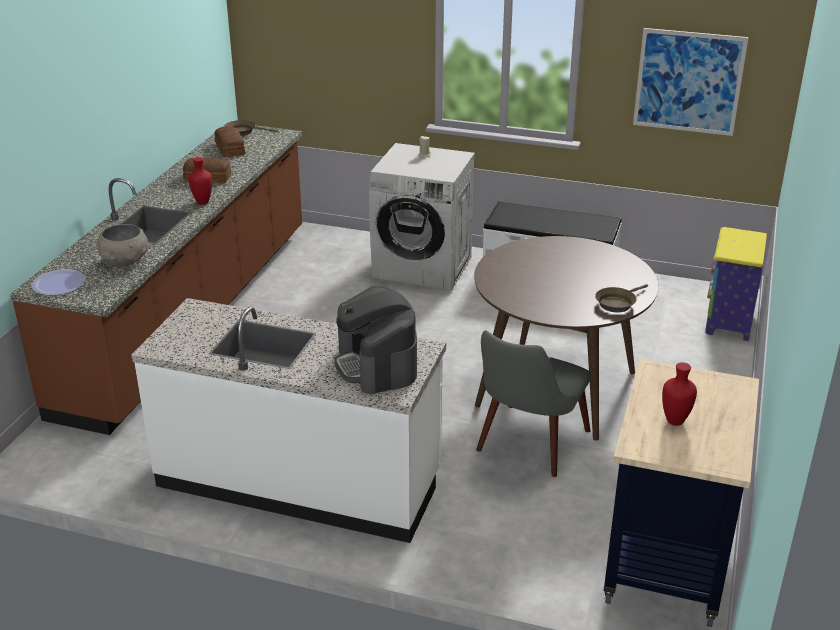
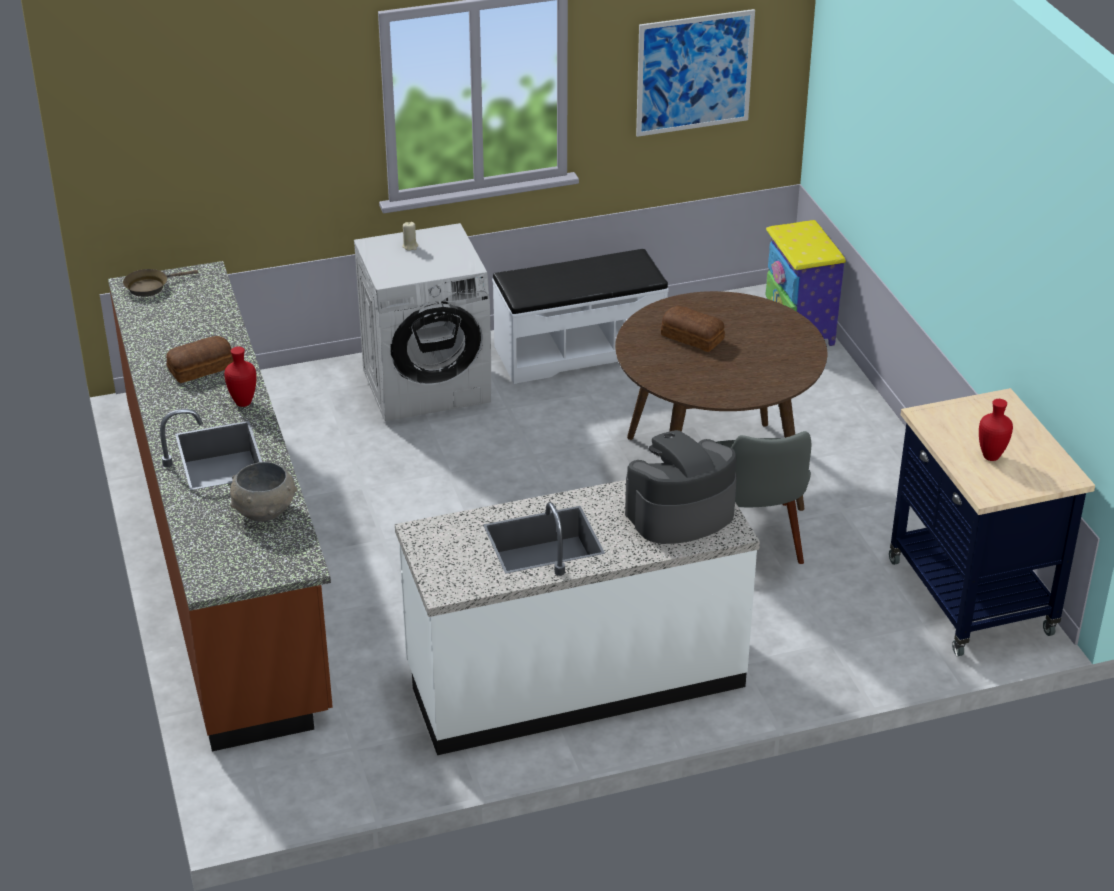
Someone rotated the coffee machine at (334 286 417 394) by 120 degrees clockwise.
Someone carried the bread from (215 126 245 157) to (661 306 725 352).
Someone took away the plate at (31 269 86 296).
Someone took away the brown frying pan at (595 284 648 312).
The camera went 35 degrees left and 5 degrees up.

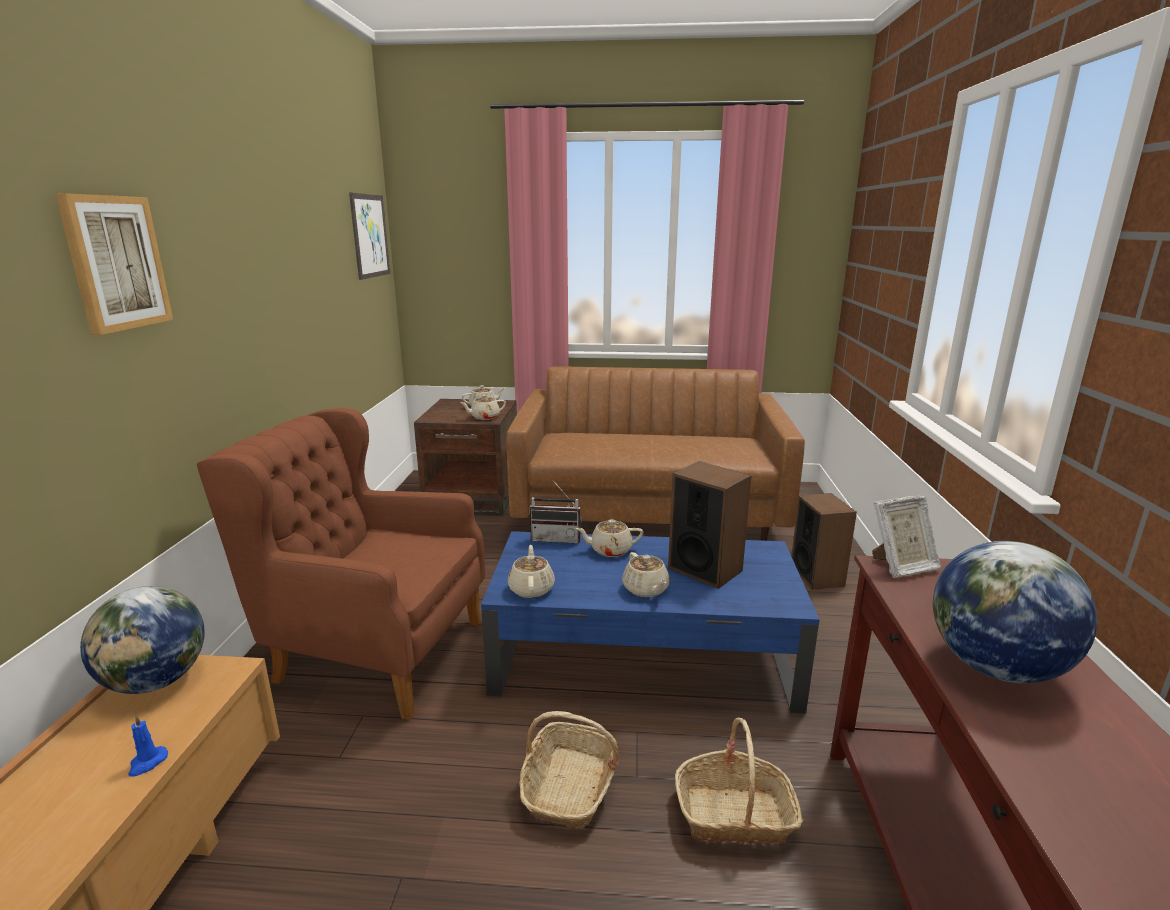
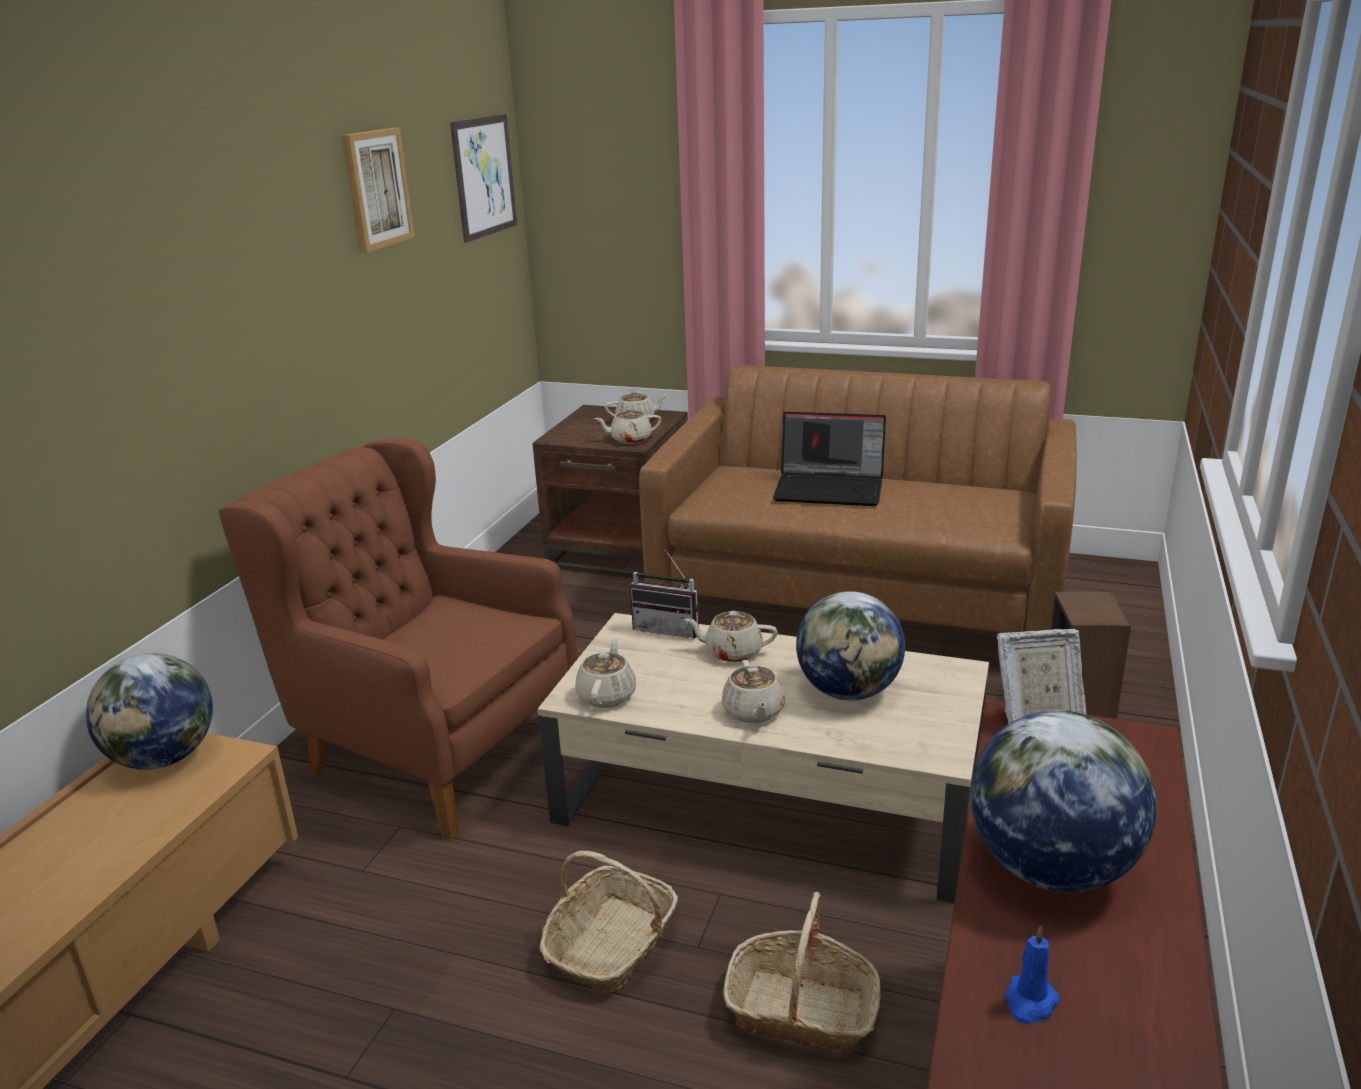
Someone carried the picture from (55 193 173 335) to (341 128 415 252).
Someone repainted the blue coffee table at (481 531 820 714), which became the beige coffee table at (538 613 989 903).
Someone put down the laptop at (773 412 886 506).
Someone swapped the speaker at (668 461 752 589) for the globe at (796 591 905 701).
Someone carried the blue candle from (128 714 168 777) to (1004 926 1060 1024).
The camera went 15 degrees right and 5 degrees up.

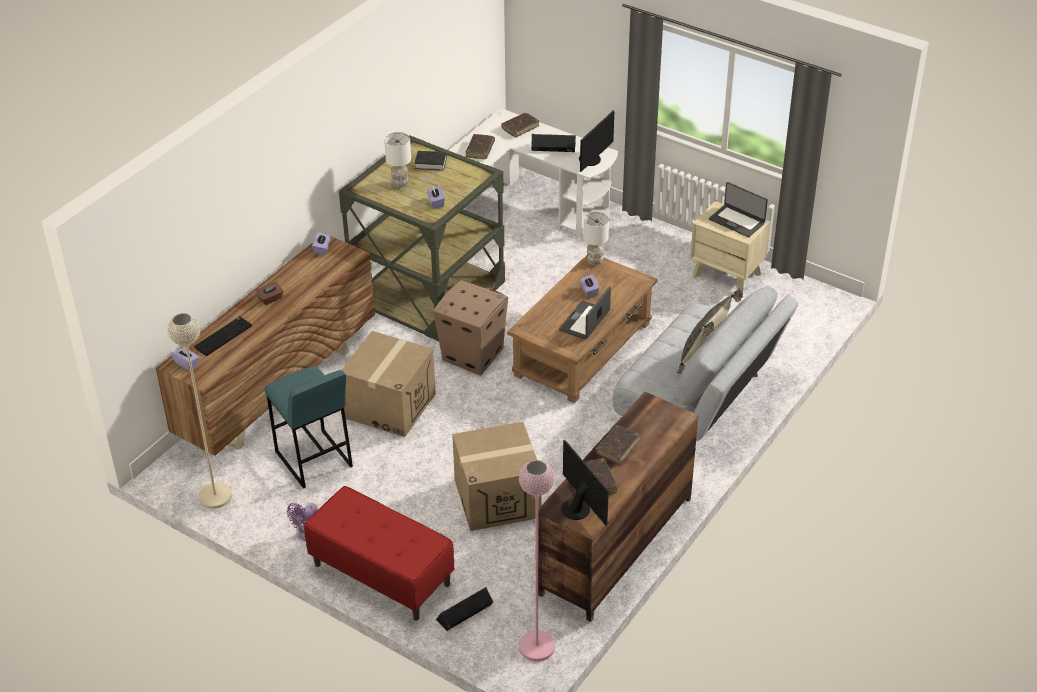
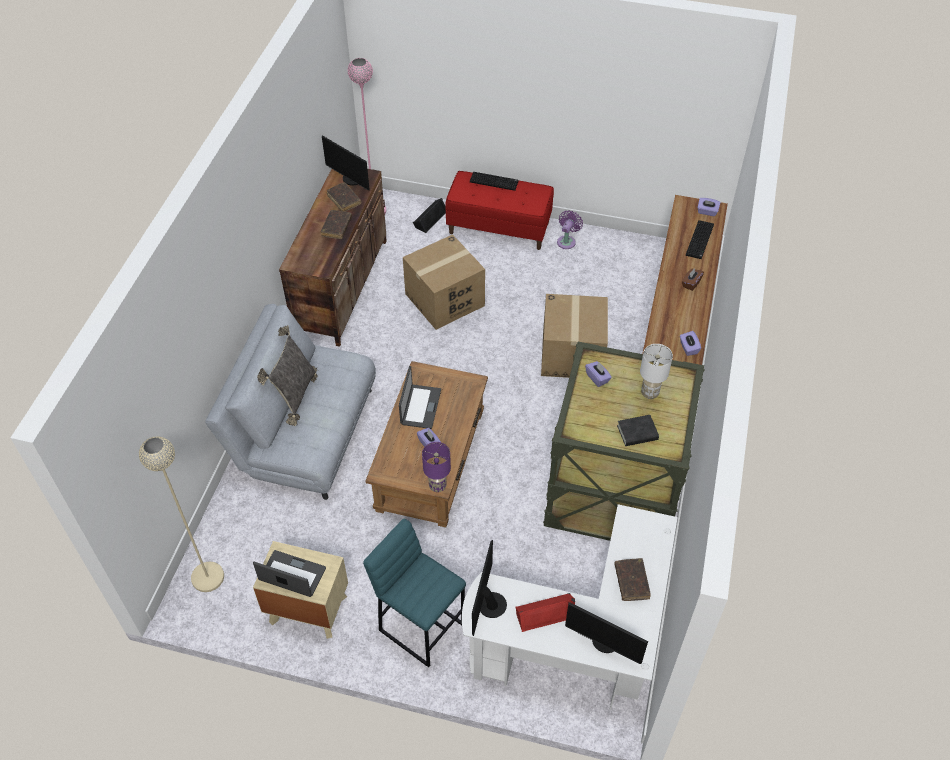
Someone carried the beige floor lamp from (167 313 232 509) to (139 437 224 592).
Someone carried the turquoise stool from (264 366 353 489) to (363 518 466 667).
Someone repainted the white table lamp at (583 212 609 265), which became the purple table lamp at (422 442 451 492).
Someone put down the keyboard at (470 172 519 191).
Someone repainted the black speaker at (531 134 576 152), which became the red speaker at (515 593 575 632).
Someone swapped the brown book at (501 113 539 138) for the monitor at (565 602 648 664).
Someone took away the cardboard box at (433 280 508 376).
The camera went 160 degrees right and 10 degrees up.

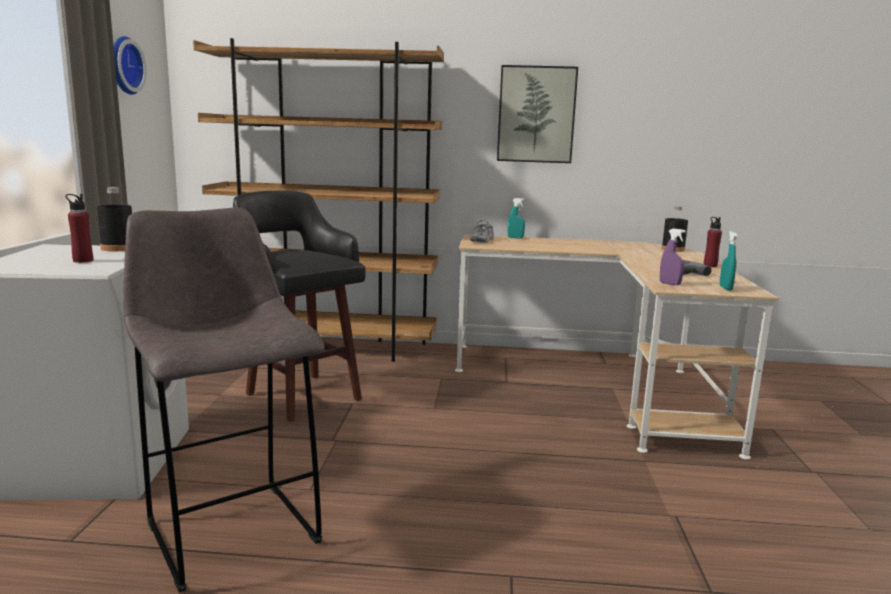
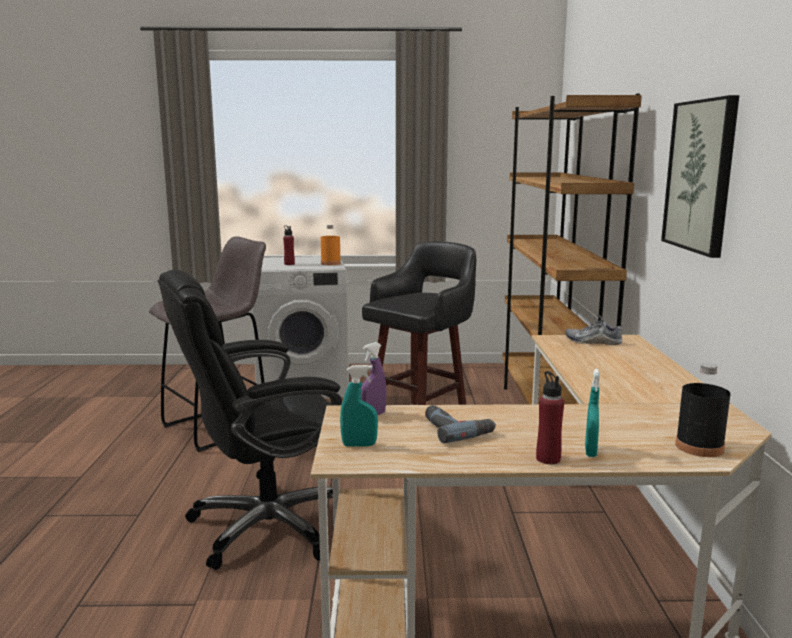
Someone put down the black office chair at (157 270 342 570).
Someone repainted the black bottle at (97 187 132 252), which became the orange bottle at (321 225 341 265).
Someone carried the turquoise spray bottle from (507 198 525 238) to (585 369 600 457).
Someone took away the wall clock at (113 36 147 95).
The camera went 85 degrees right and 0 degrees up.

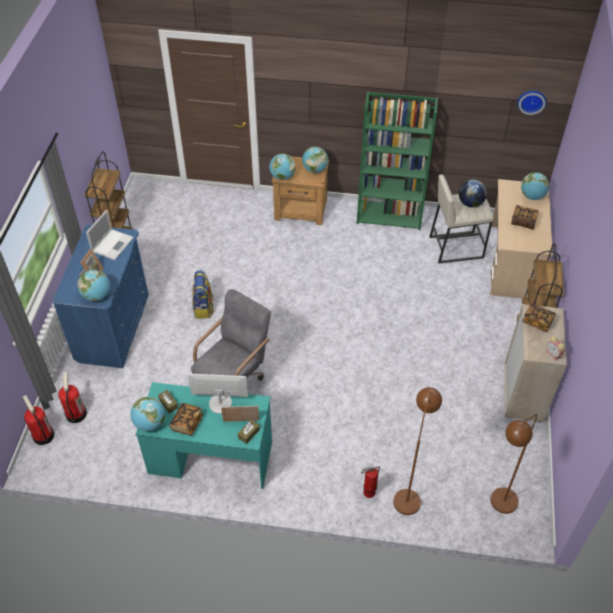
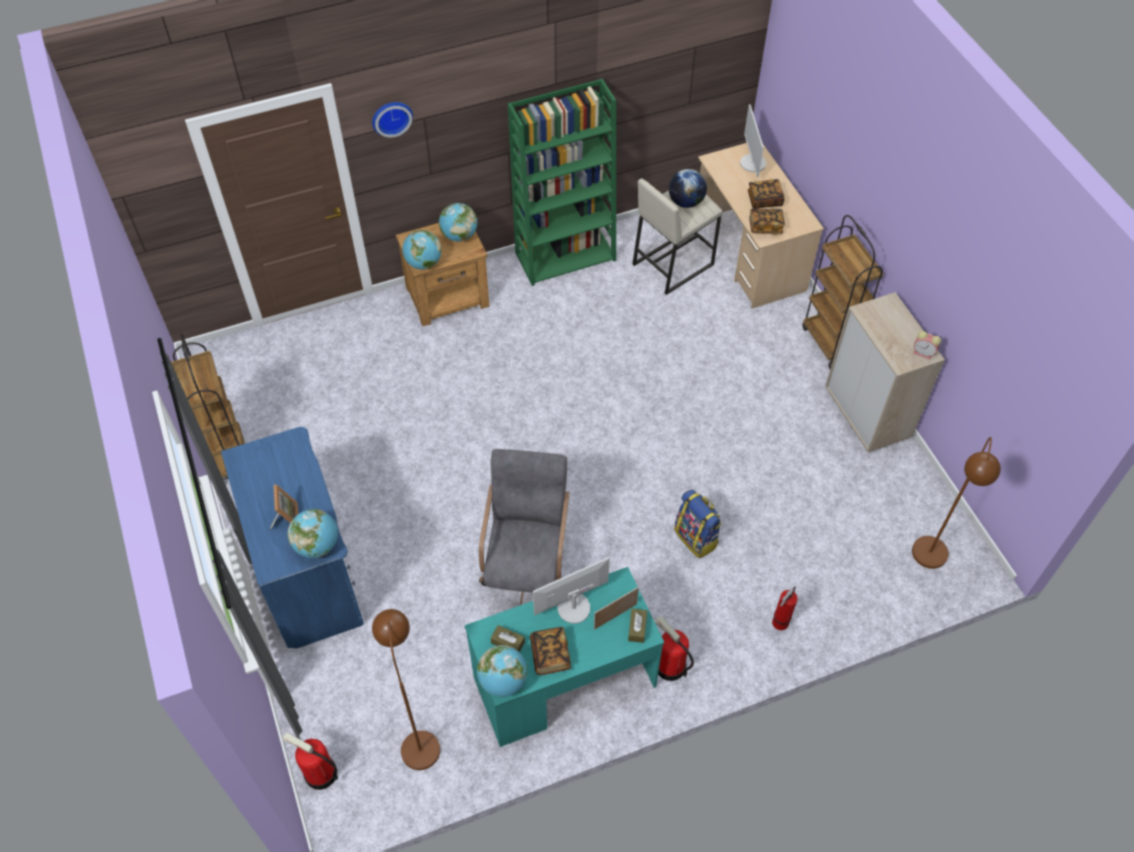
Someone carried the wall clock from (517 91 547 115) to (372 102 413 137).
Someone carried the brown floor lamp from (393 387 442 515) to (372 609 440 770).
Someone carried the fire extinguisher from (59 372 87 423) to (654 616 694 681).
Someone carried the backpack from (192 270 214 319) to (674 489 722 559).
Someone swapped the globe at (521 172 549 200) for the monitor at (740 104 766 177).
Someone carried the book from (522 303 556 332) to (749 209 785 235).
Someone took away the laptop at (86 210 134 260).
The camera went 30 degrees left and 5 degrees up.

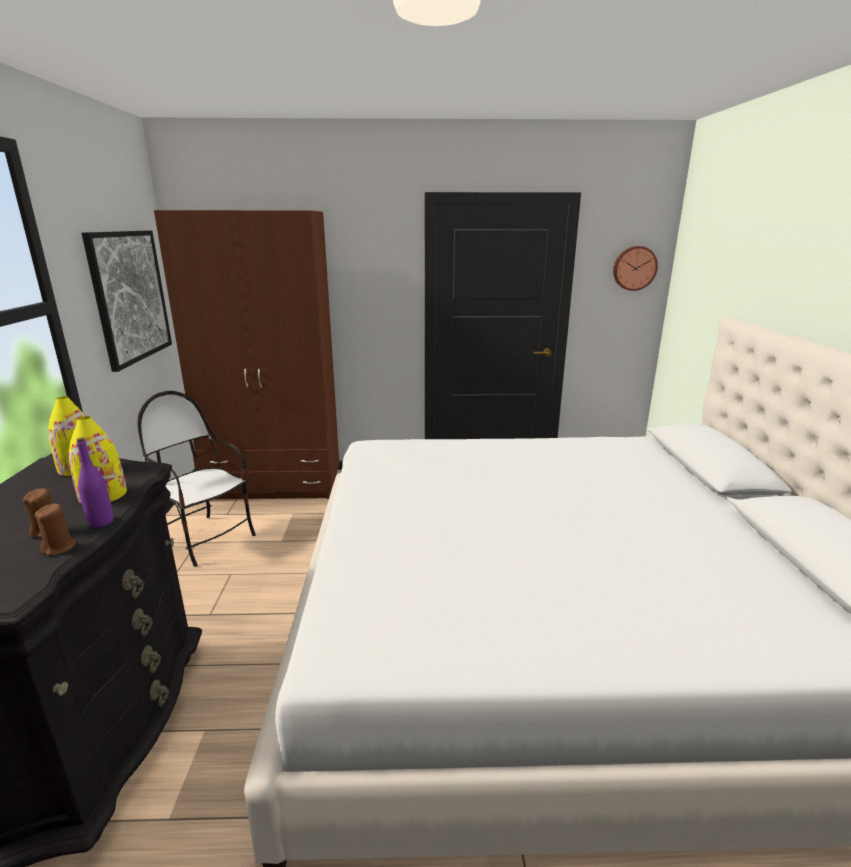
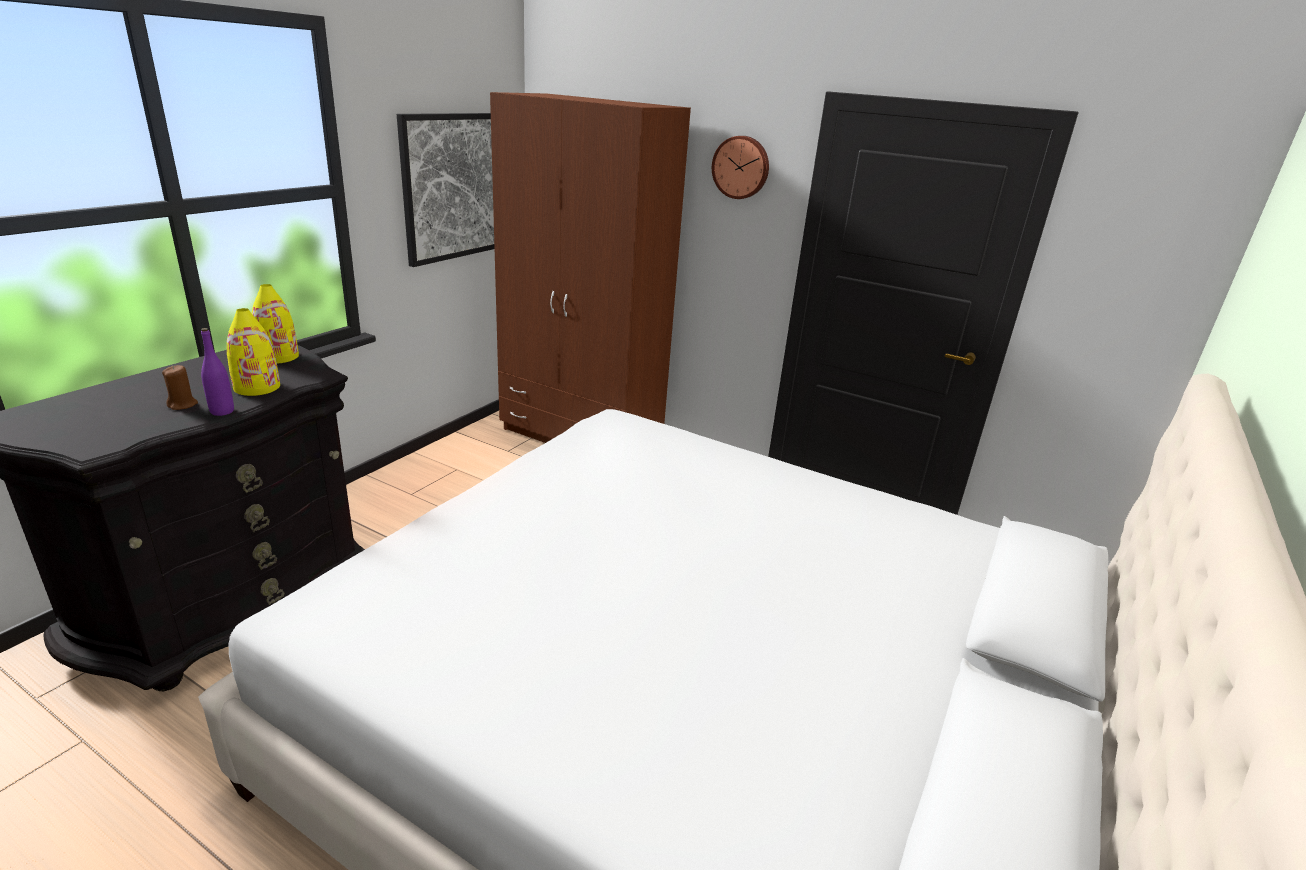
Someone carried the wall clock from (613 246 658 291) to (712 136 769 199).
Someone took away the brown candle at (34 504 77 556).
Someone took away the chair at (137 391 256 567).
The camera went 30 degrees right and 5 degrees up.

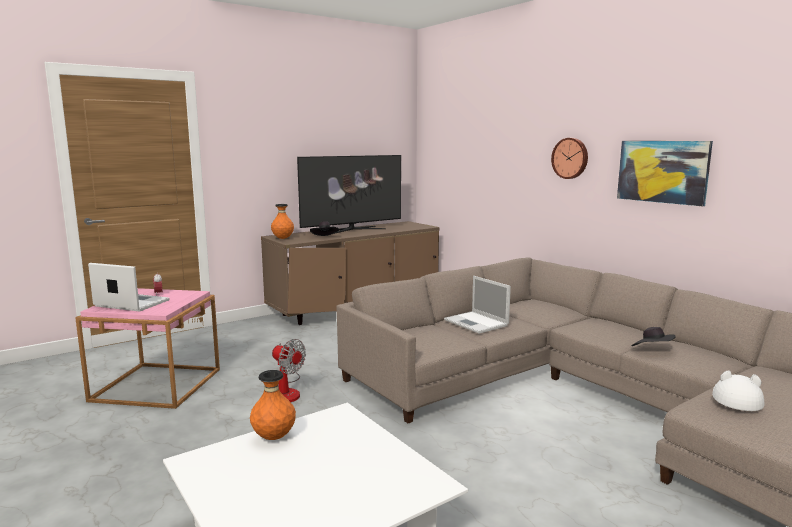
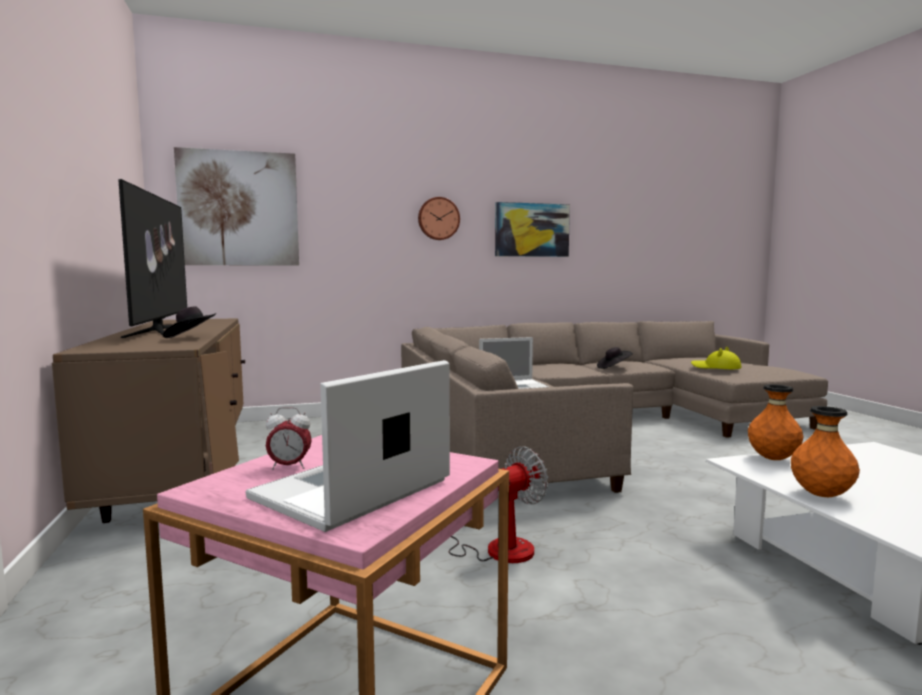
Someone put up the picture at (174 147 299 266).
Someone repainted the white hat at (712 370 765 411), which became the yellow hat at (691 347 742 369).
Someone carried the orange vase from (271 204 294 239) to (748 384 803 460).
The camera went 70 degrees left and 5 degrees down.

